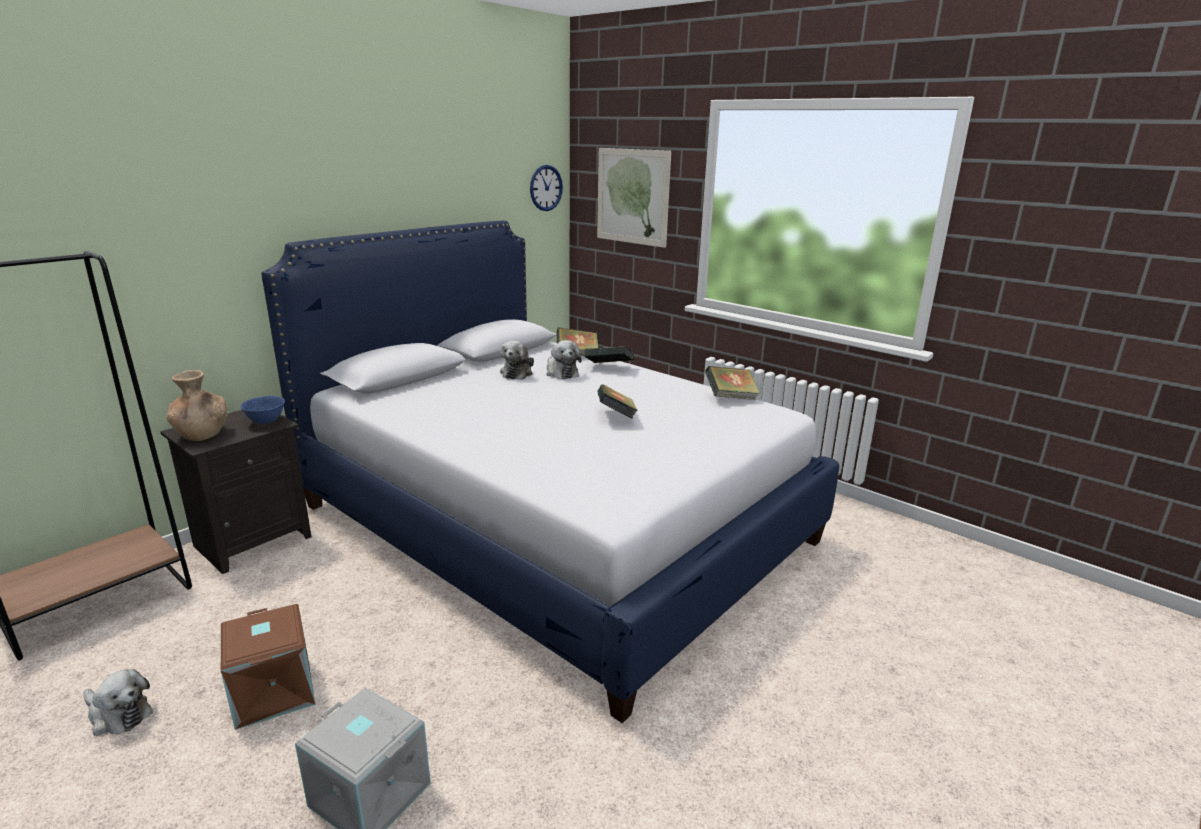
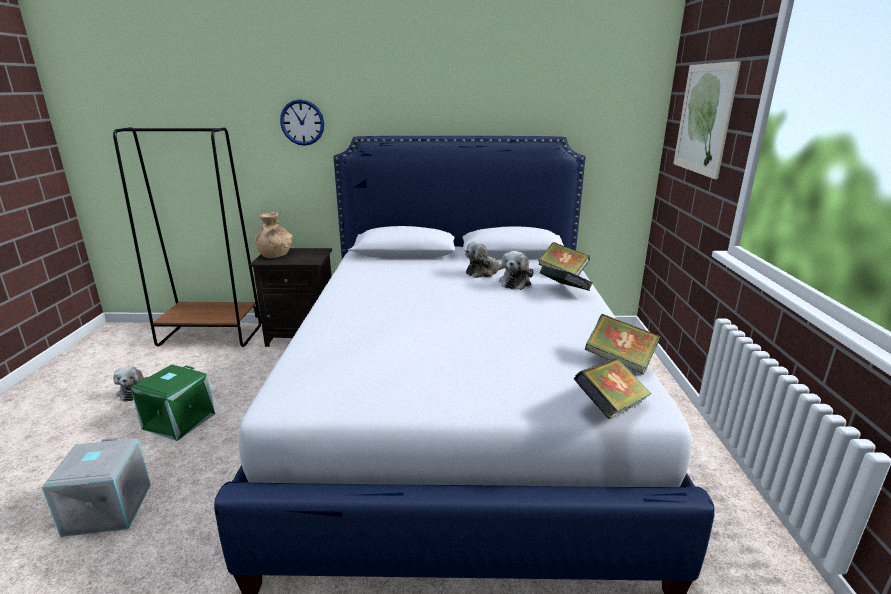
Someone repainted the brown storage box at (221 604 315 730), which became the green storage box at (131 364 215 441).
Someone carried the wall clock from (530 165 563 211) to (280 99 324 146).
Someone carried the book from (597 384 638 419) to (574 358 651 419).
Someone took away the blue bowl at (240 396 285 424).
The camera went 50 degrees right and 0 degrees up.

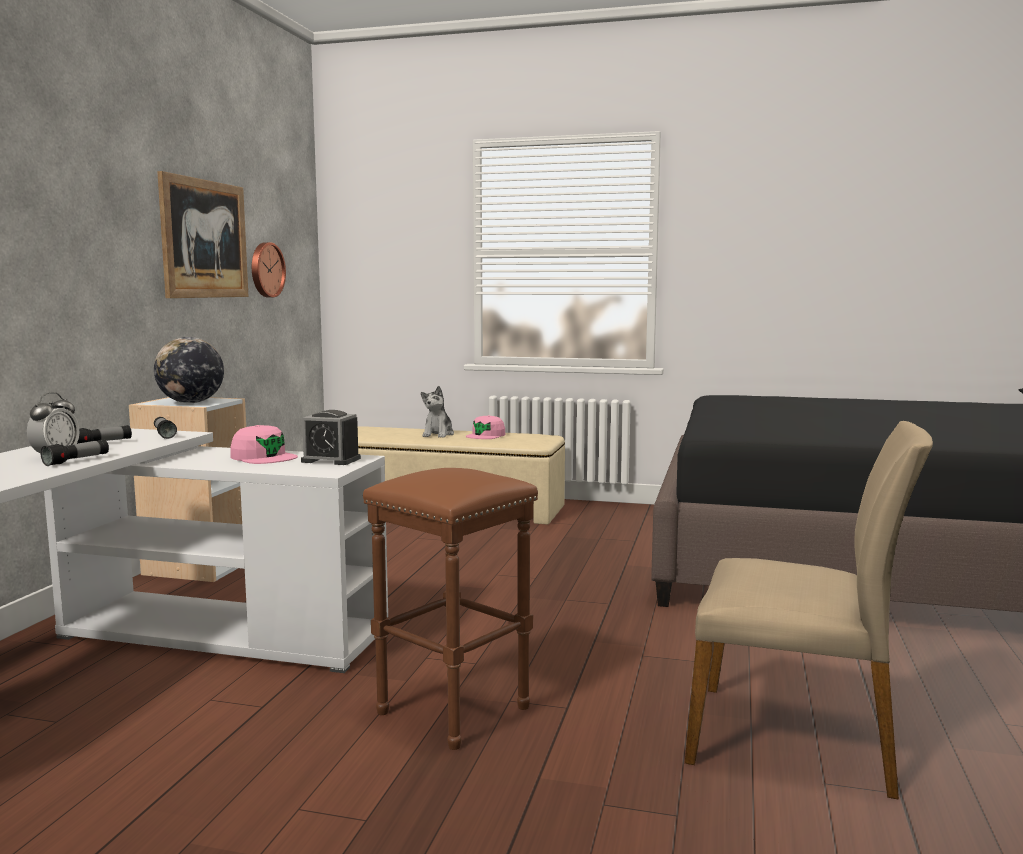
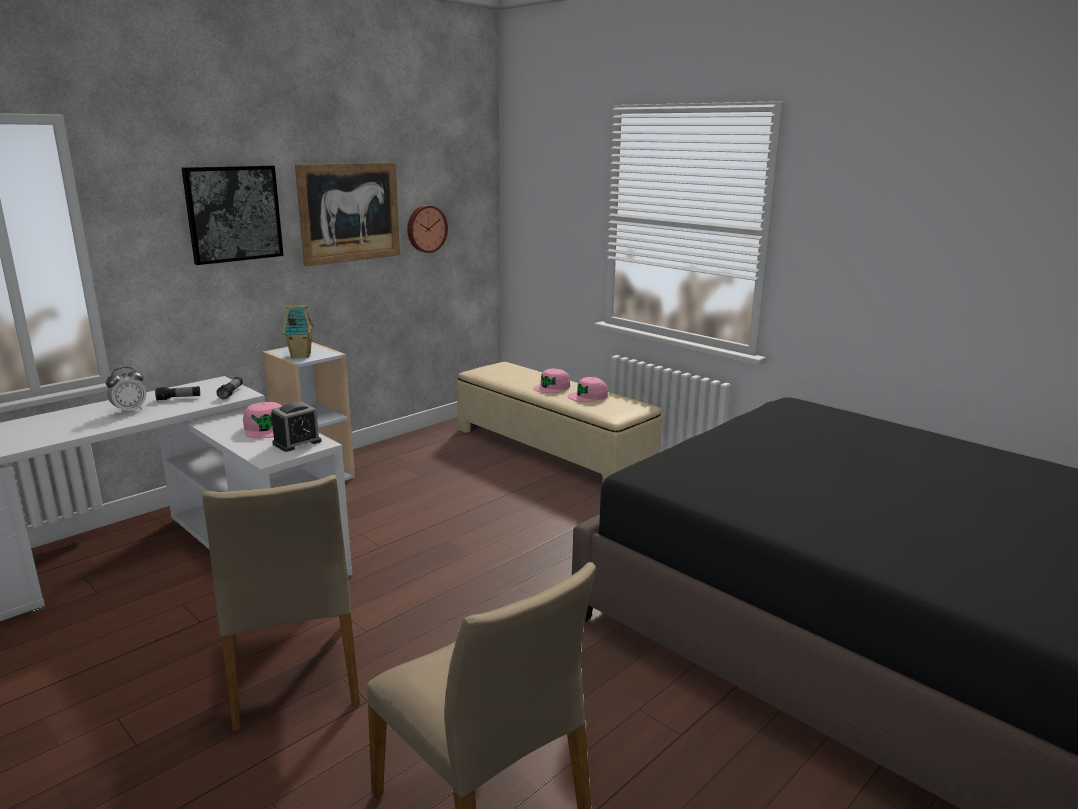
Someone put up the picture at (181 166 284 265).
Someone swapped the brown stool at (363 468 538 750) for the beige chair at (202 475 360 732).
Someone rotated the alarm clock at (301 410 361 465) by 90 degrees counterclockwise.
Someone swapped the globe at (154 337 224 403) for the toy house at (283 305 314 358).
Someone swapped the plush toy at (421 386 454 438) for the pink cap at (534 369 570 393).
Someone took away the flashlight at (41 439 109 466).
The camera went 30 degrees right and 10 degrees up.

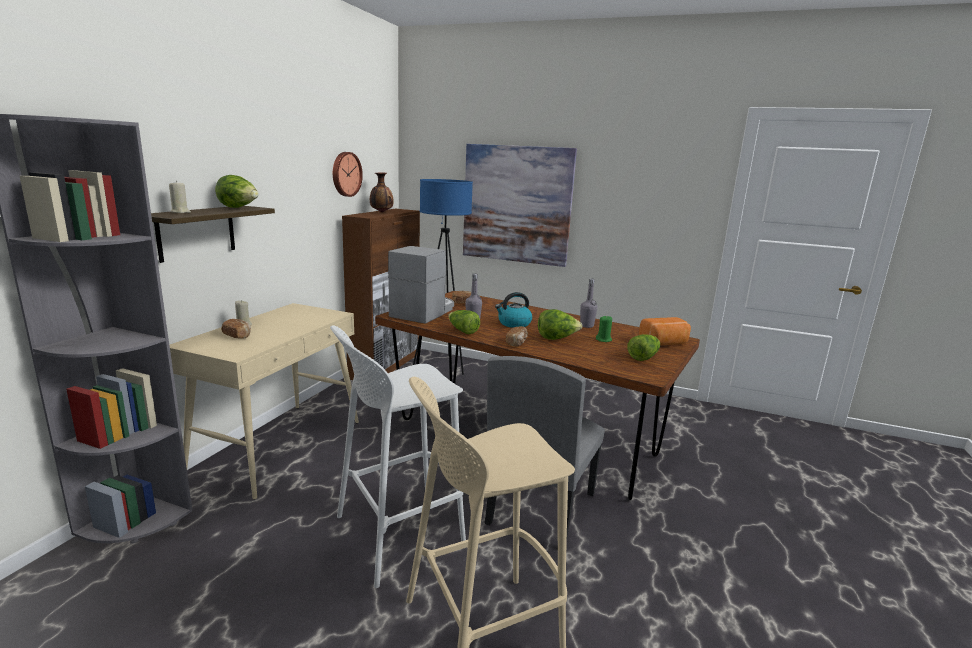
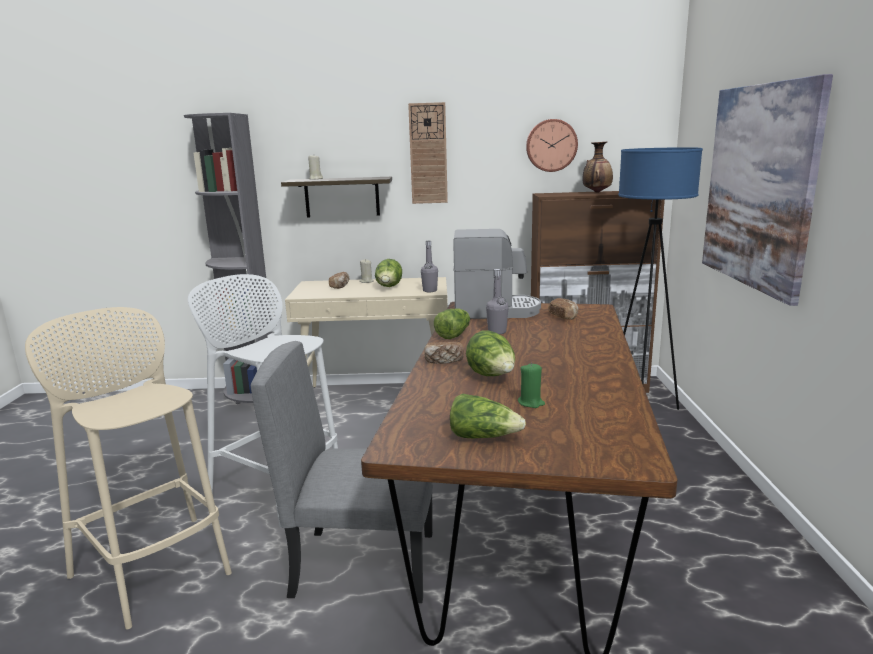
Someone carried the lettuce from (215 175 259 208) to (375 259 402 287).
Someone put up the wall clock at (408 102 448 204).
Someone carried the grey bottle from (580 279 598 328) to (421 241 438 292).
Someone took away the kettle at (495 292 532 328).
Someone took away the bread at (639 317 691 345).
The camera went 70 degrees right and 0 degrees up.

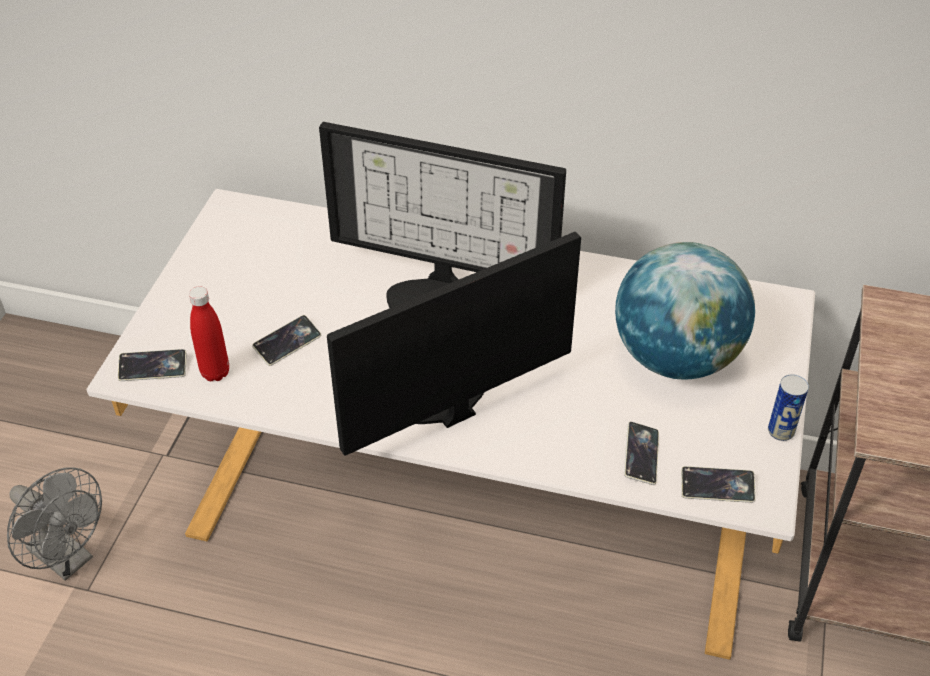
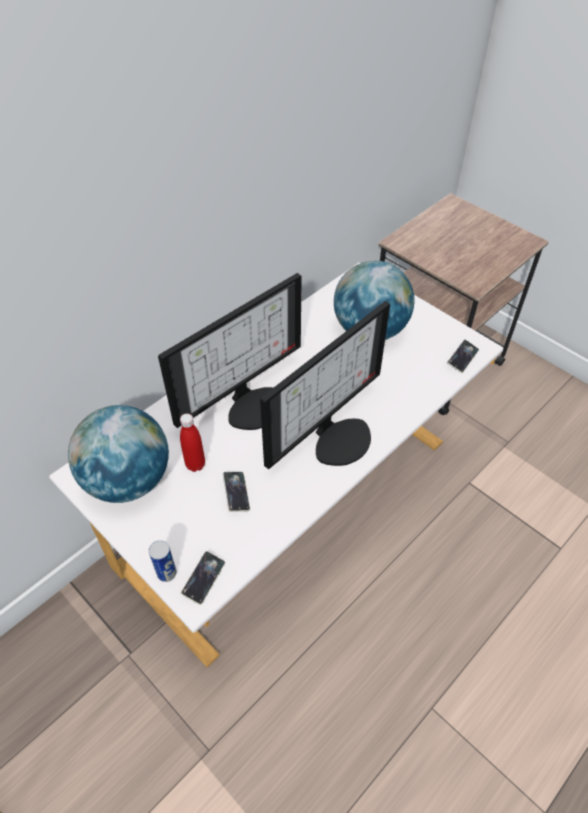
Someone put down the globe at (68 405 169 503).
Someone carried the can from (768 374 809 441) to (149 540 177 582).
Someone carried the red bottle from (189 286 229 381) to (180 413 205 472).
Someone rotated the monitor at (327 232 581 456) by 135 degrees counterclockwise.
Someone took away the grey fan at (7 467 102 581).
Someone took away the phone at (624 422 659 485).
The camera went 60 degrees left and 5 degrees up.

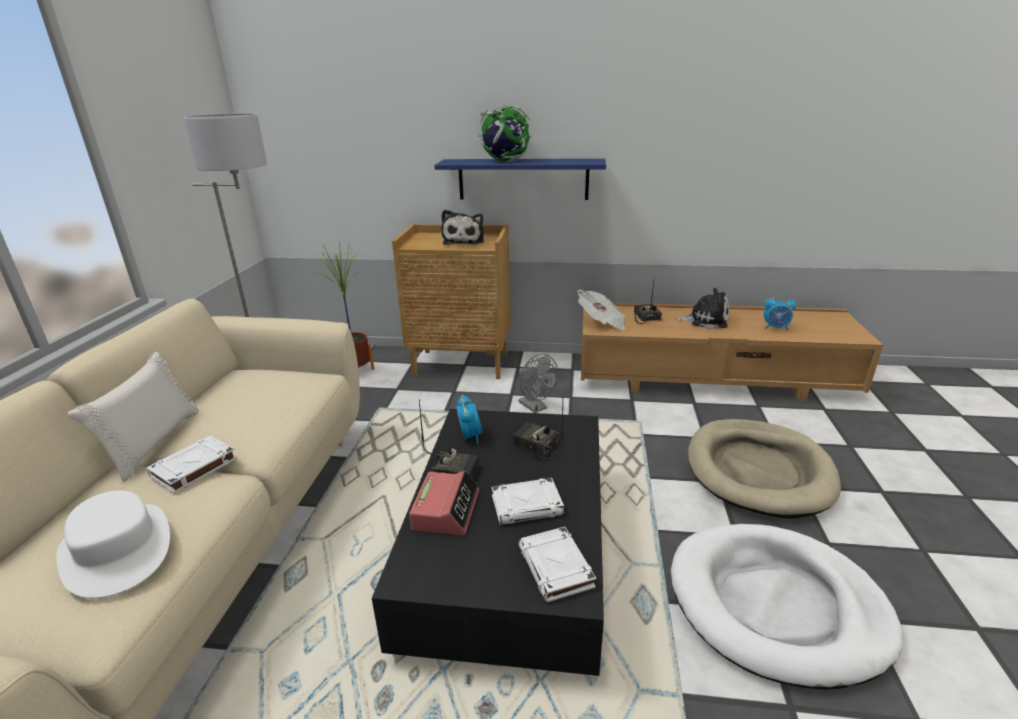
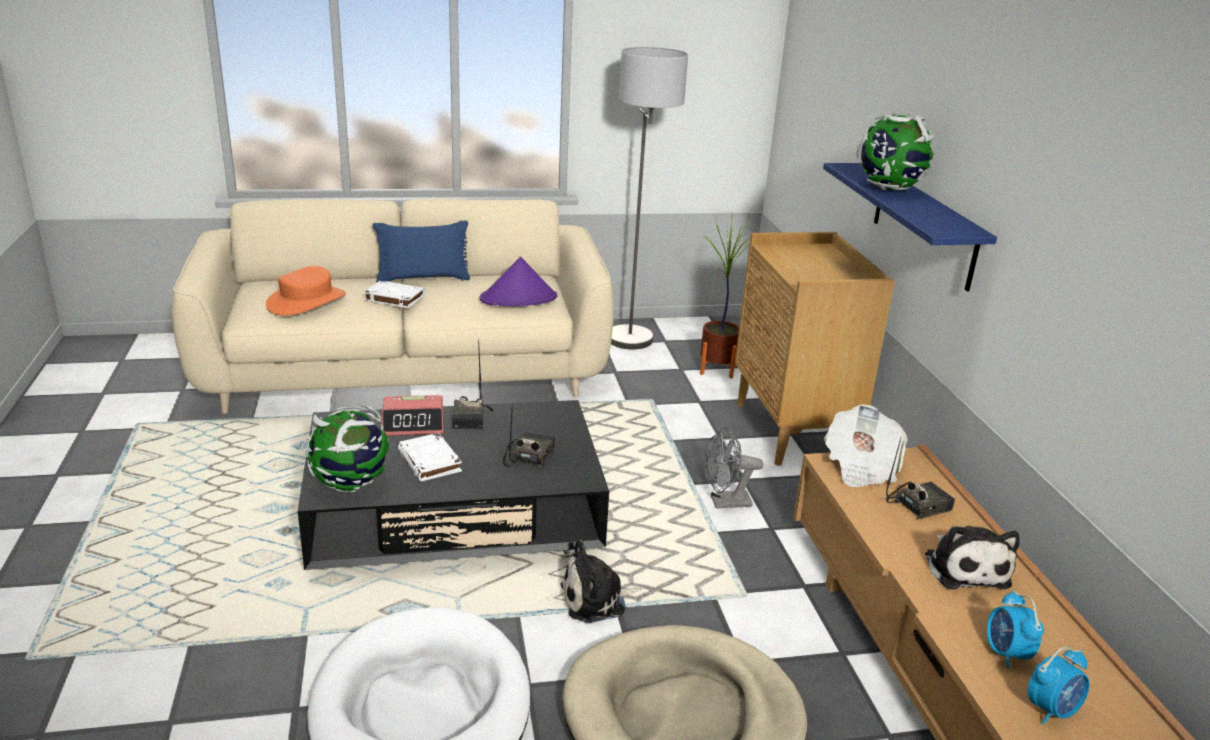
Someone repainted the white hat at (56 490 170 599), which became the orange hat at (266 266 346 316).
Someone swapped the white book at (518 527 596 602) for the globe at (305 403 389 492).
Someone repainted the white pillow at (68 352 199 481), which became the blue pillow at (372 220 470 283).
Someone put down the purple hat at (480 257 557 306).
Someone carried the plush toy from (442 210 484 245) to (560 540 642 623).
Someone rotated the grey fan at (519 354 558 413) by 45 degrees clockwise.
Someone carried the alarm clock from (456 395 482 444) to (1028 647 1089 725).
The camera went 70 degrees right and 0 degrees up.

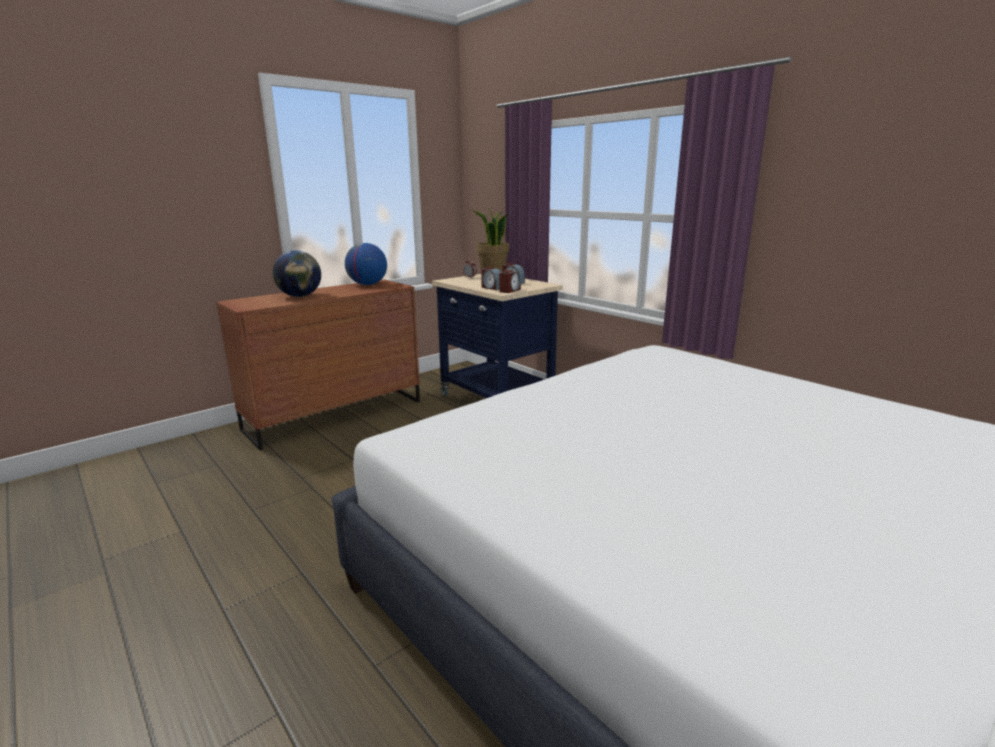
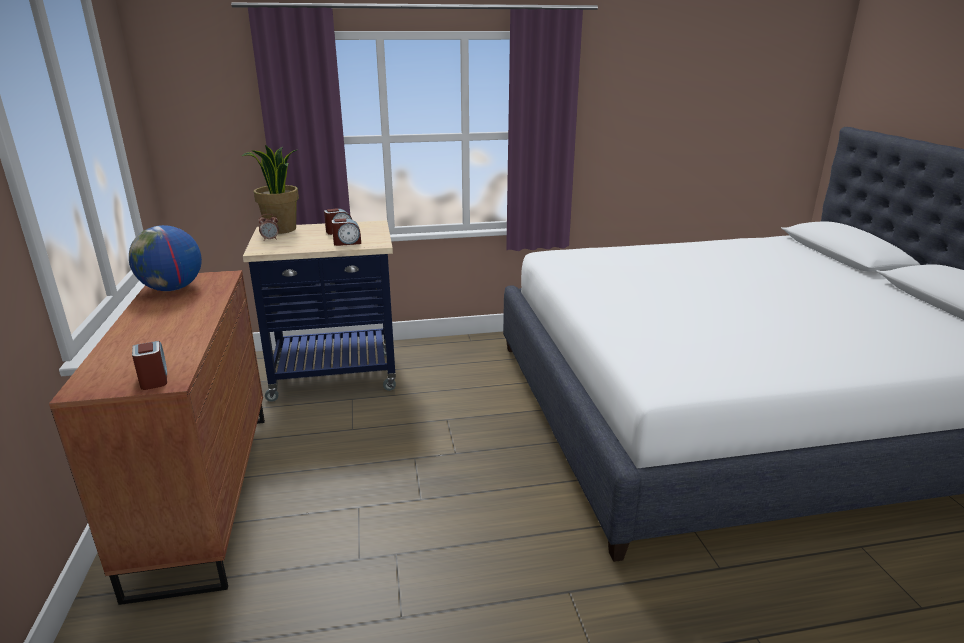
Someone carried the alarm clock from (499 270 521 293) to (132 341 167 390).
Someone took away the globe at (273 250 321 297).
The camera went 60 degrees left and 5 degrees up.

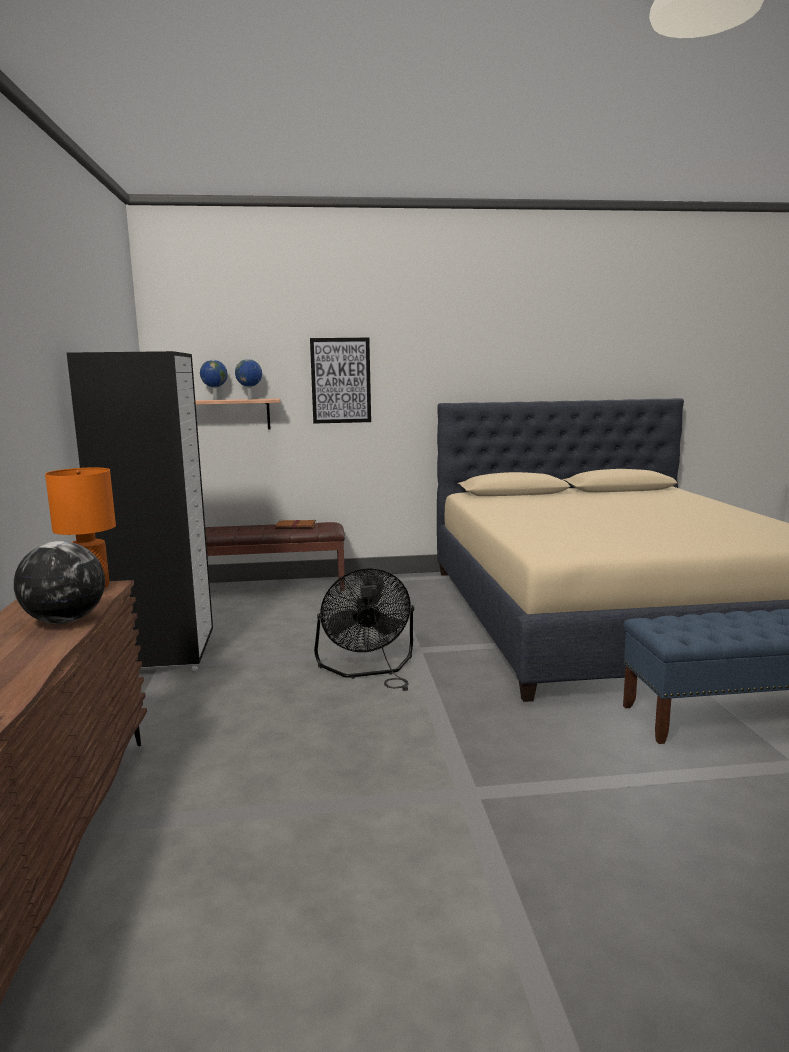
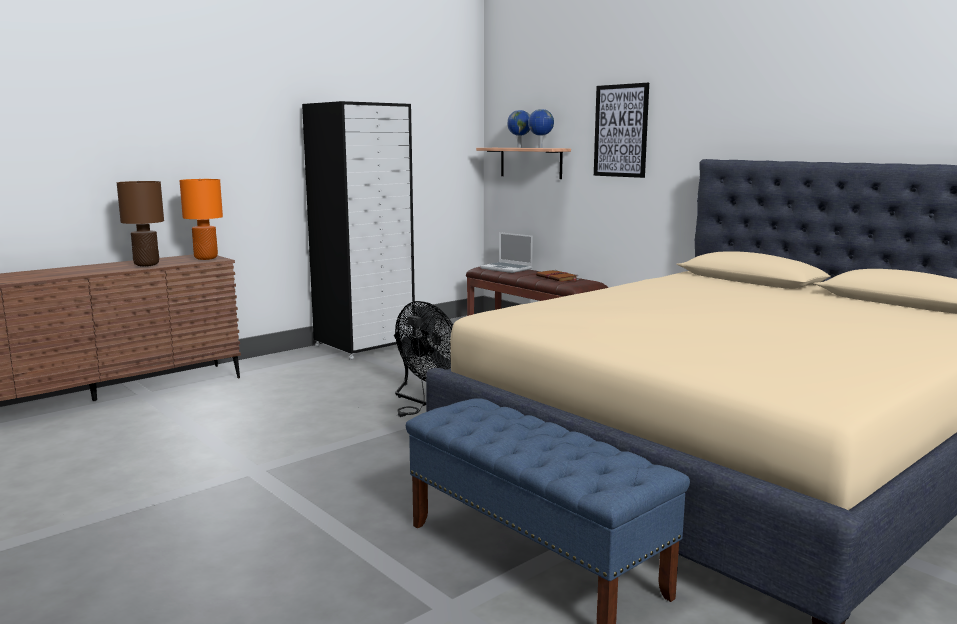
Someone swapped the globe at (14 541 105 624) for the brown table lamp at (117 181 164 267).
Someone put down the laptop at (480 232 533 273).
The camera went 55 degrees right and 0 degrees up.

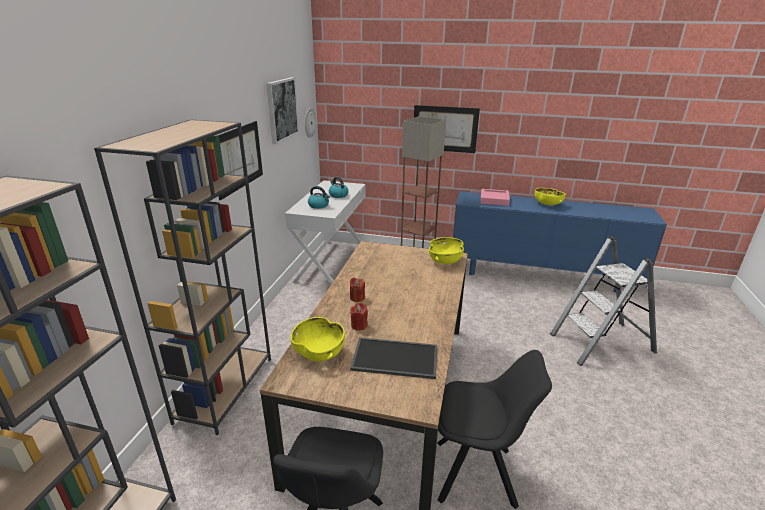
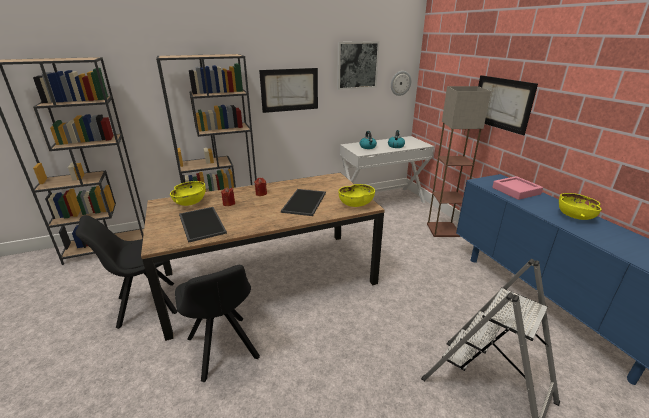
Someone put down the tray at (281 189 326 216).
The camera went 55 degrees right and 0 degrees up.

